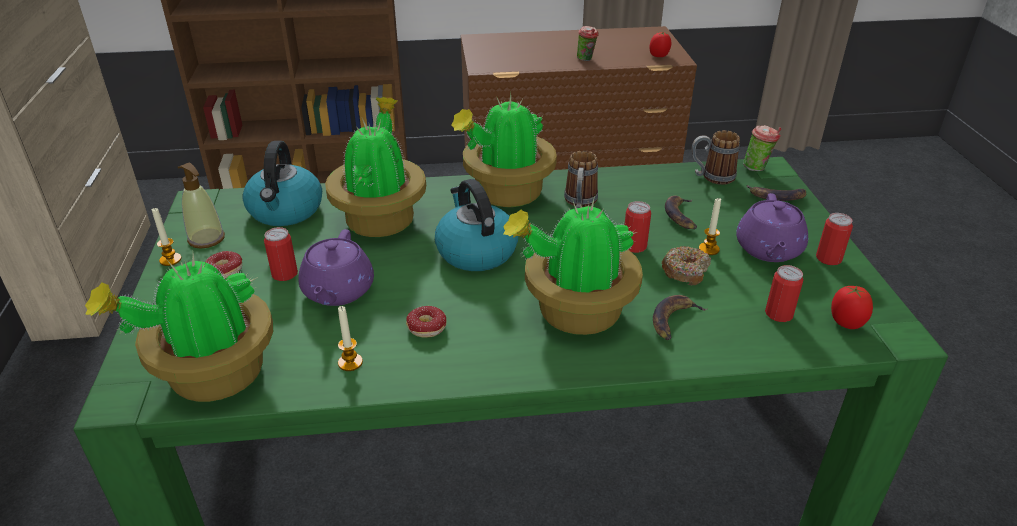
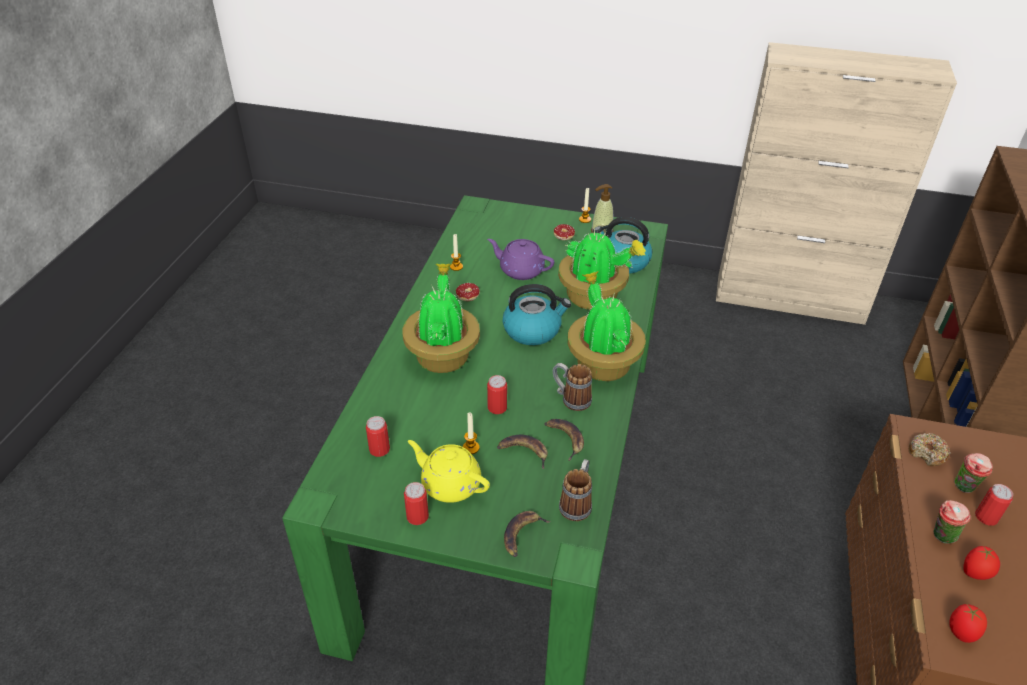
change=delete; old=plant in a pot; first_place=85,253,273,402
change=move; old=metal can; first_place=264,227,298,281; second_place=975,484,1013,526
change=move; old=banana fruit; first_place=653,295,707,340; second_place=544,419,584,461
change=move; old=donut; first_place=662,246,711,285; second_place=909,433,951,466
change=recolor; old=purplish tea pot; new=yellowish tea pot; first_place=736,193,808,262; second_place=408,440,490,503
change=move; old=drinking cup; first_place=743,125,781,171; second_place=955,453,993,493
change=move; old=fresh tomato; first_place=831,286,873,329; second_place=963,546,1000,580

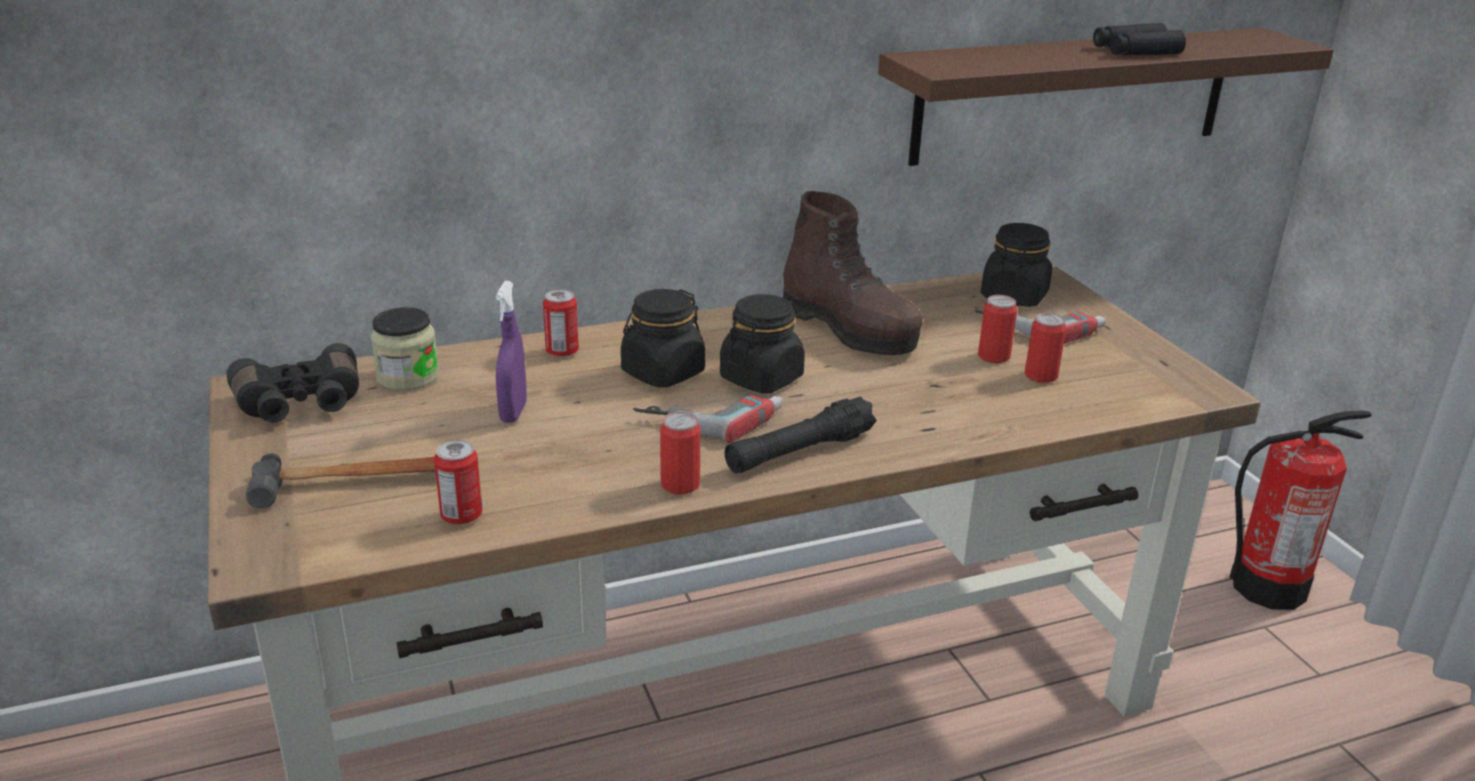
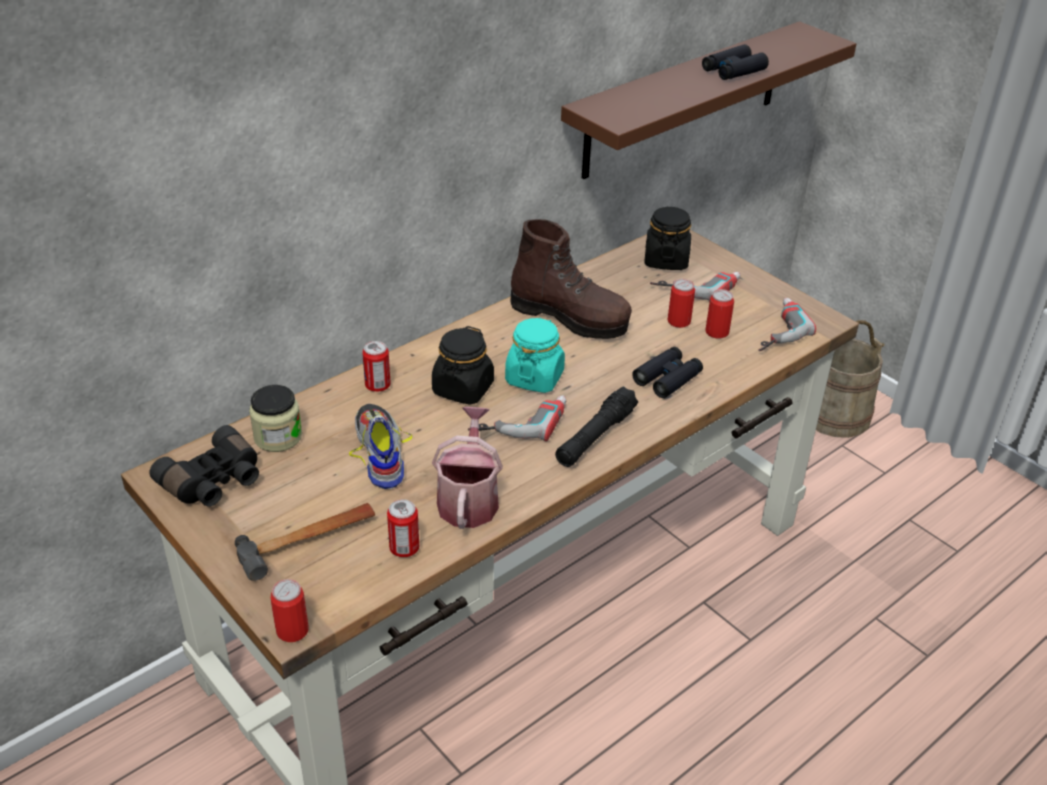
change=replace; old=purplish hand sprayer; new=low shoe; first_place=496,281,527,423; second_place=349,404,412,489
change=move; old=metal can; first_place=660,411,700,495; second_place=270,579,309,642
change=recolor; old=black preserve jar; new=turquoise-coloured preserve jar; first_place=720,294,805,393; second_place=505,318,565,393
change=replace; old=extinguisher; new=beige pail; first_place=1230,411,1372,610; second_place=816,320,884,438
change=insert; new=sprinkling can; second_place=432,407,503,529
change=insert; new=black binoculars; second_place=632,347,703,398
change=insert; new=power drill; second_place=758,298,816,351

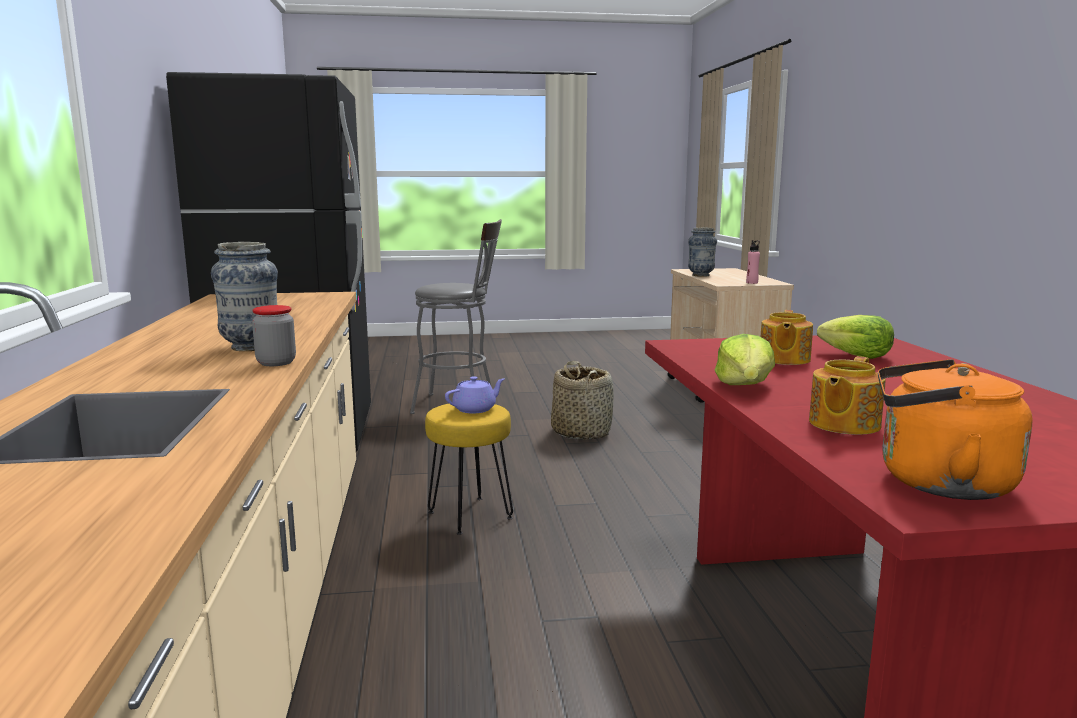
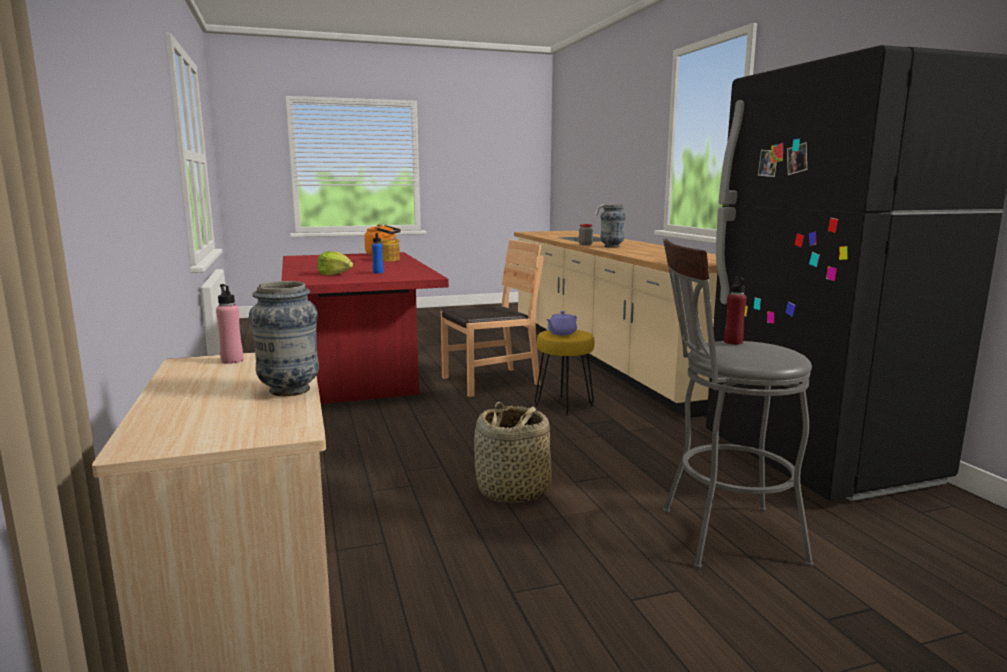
change=delete; old=lettuce; first_place=714,334,775,385
change=replace; old=tea pot; new=blue-coloured bottle; first_place=761,310,813,365; second_place=372,233,384,274
change=insert; new=brownish chair; second_place=440,239,543,397
change=insert; new=red-coloured bottle; second_place=724,276,747,345

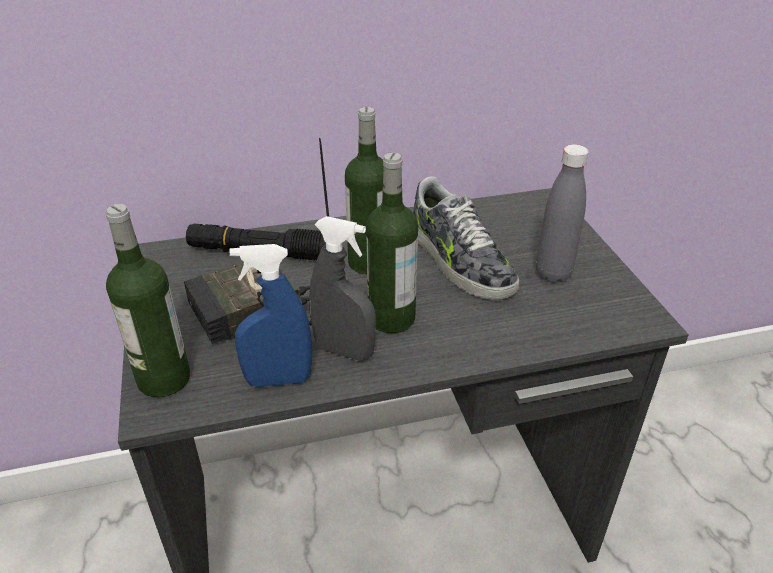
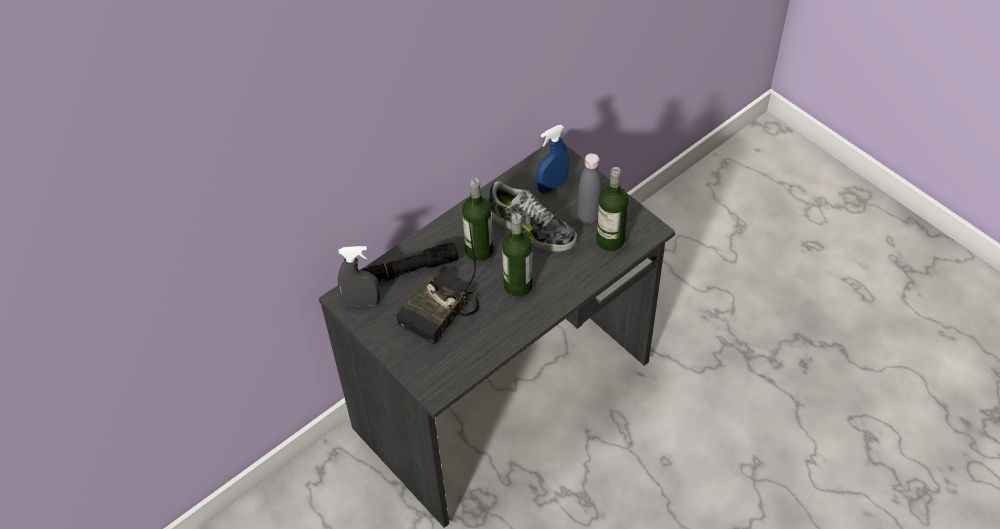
change=move; old=bottle; first_place=106,204,190,397; second_place=596,167,628,251
change=move; old=blue-coloured hand sprayer; first_place=230,244,312,387; second_place=537,125,569,193
change=move; old=gray hand sprayer; first_place=309,216,376,361; second_place=338,246,380,307

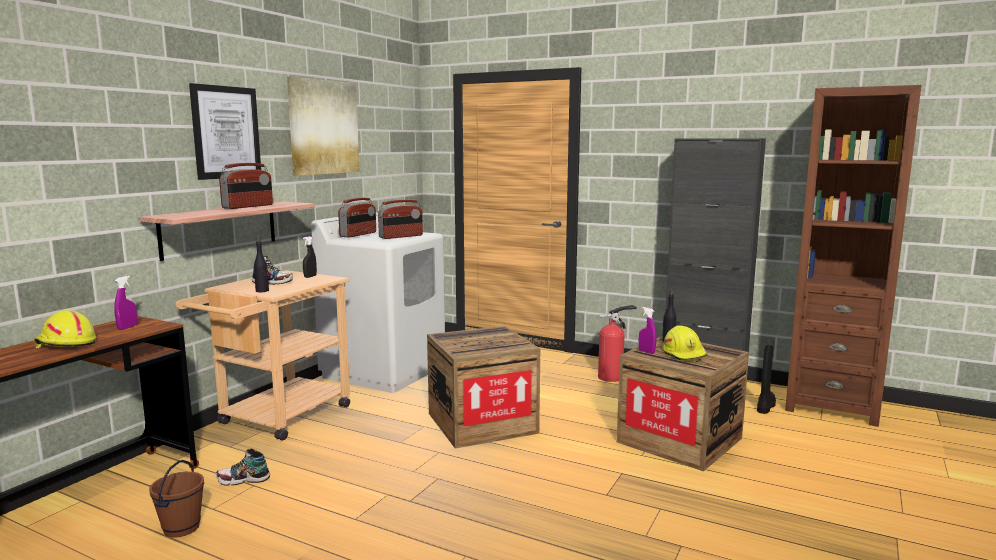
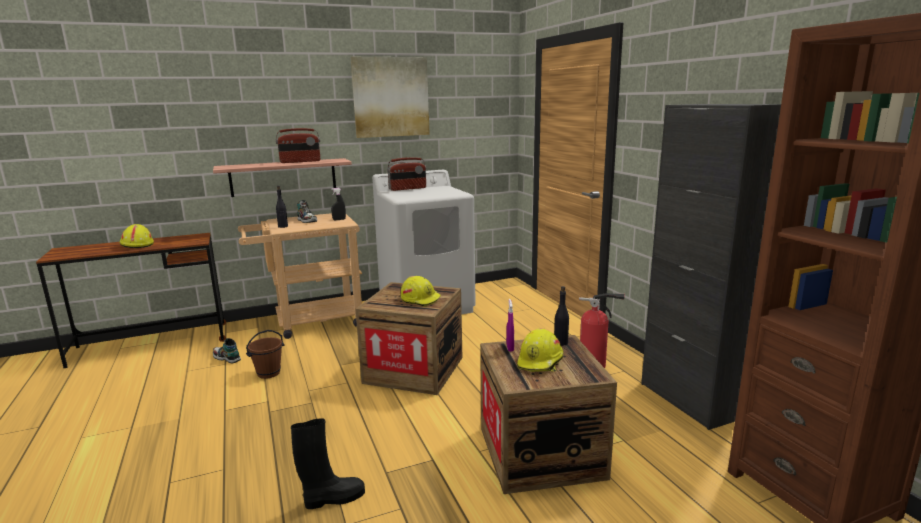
change=delete; old=purplish hand sprayer; first_place=114,276,137,330
change=move; old=brownish pail; first_place=149,460,204,537; second_place=246,330,285,379
change=delete; old=wall art; first_place=189,83,261,180
change=delete; old=radio; first_place=378,199,423,239
change=move; old=black high-top boot; first_place=757,345,776,414; second_place=291,418,365,509
change=insert; new=yellowish hard hat; second_place=401,276,441,306

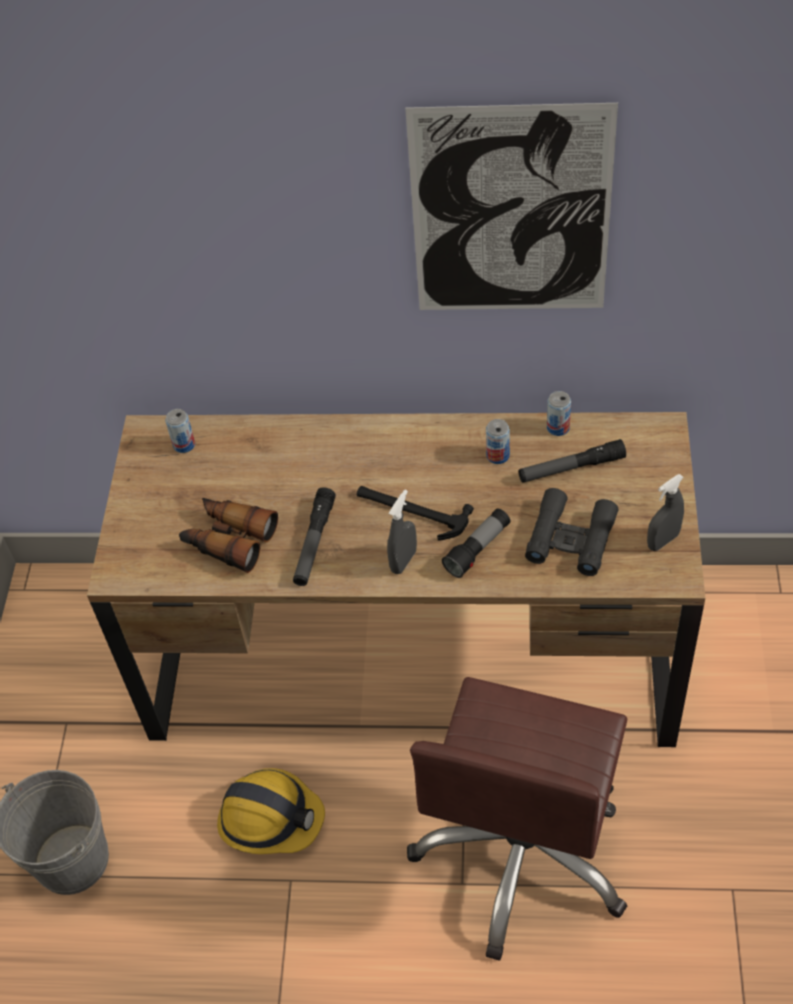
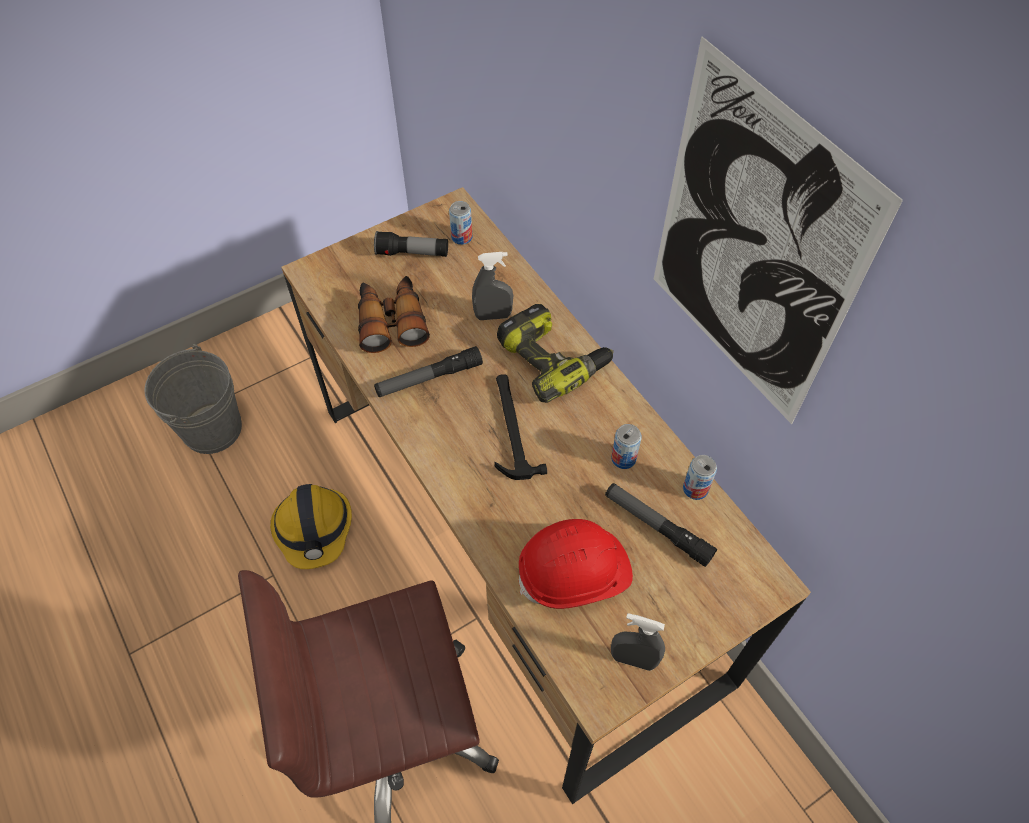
change=move; old=gray hand sprayer; first_place=387,490,417,574; second_place=472,252,513,320
change=move; old=flashlight; first_place=442,509,510,578; second_place=374,231,448,257
change=replace; old=black binoculars; new=red-coloured hard hat; first_place=525,488,618,576; second_place=519,519,633,609
change=insert; new=power drill; second_place=497,304,614,403

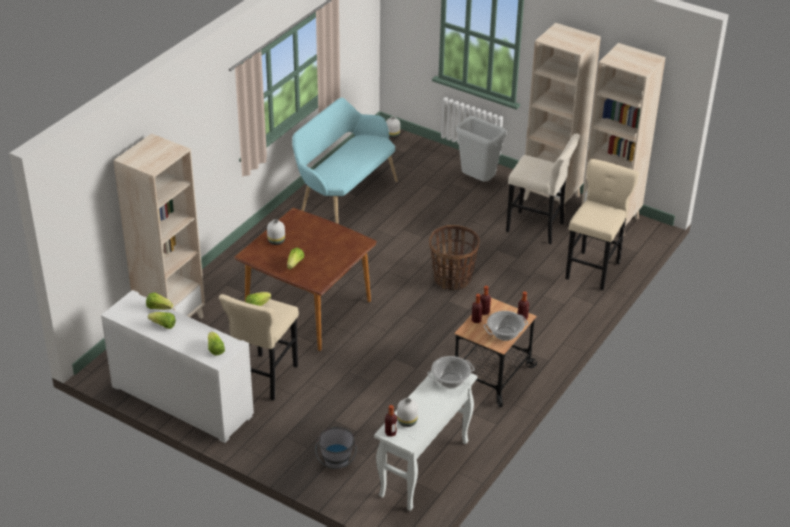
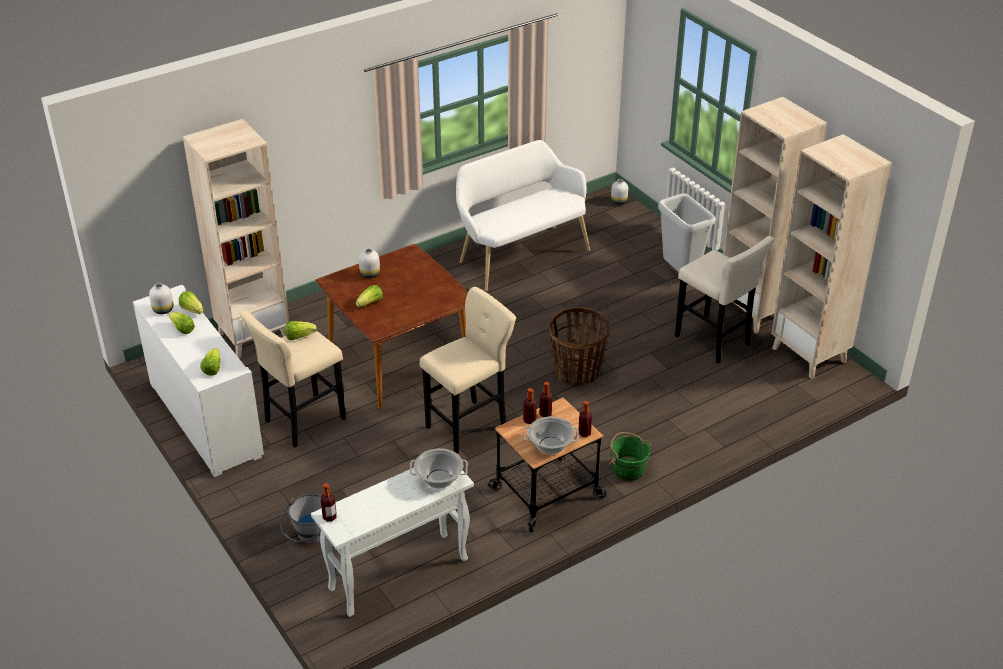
change=recolor; old=turquoise-coloured bench; new=white bench; first_place=292,98,398,224; second_place=456,140,590,291
change=move; old=white flower vase; first_place=397,398,418,427; second_place=149,283,173,314
change=move; old=beige sitting stool; first_place=566,159,639,290; second_place=420,287,516,454
change=insert; new=green pail; second_place=609,432,652,481

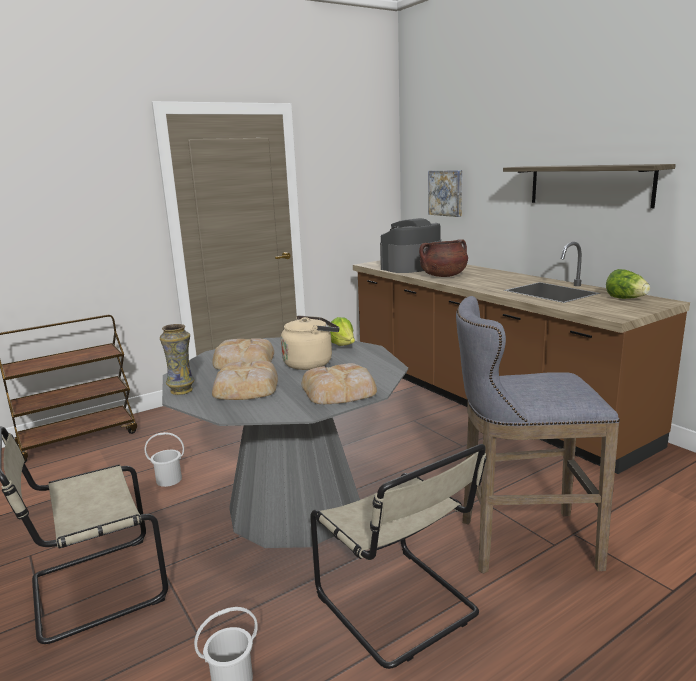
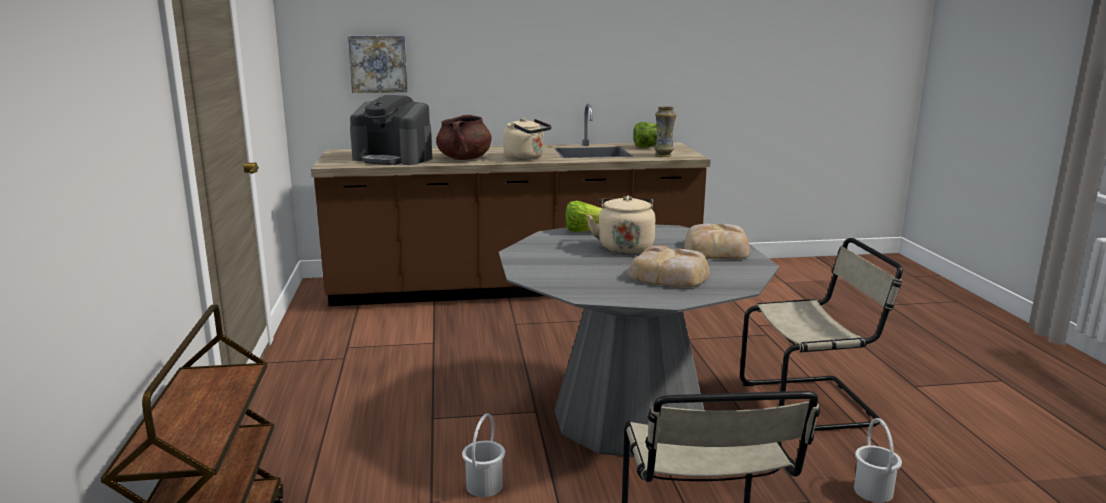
change=move; old=flower vase; first_place=160,324,194,395; second_place=654,106,677,157
change=delete; old=bakery bread; first_place=212,338,274,370
change=rotate; old=coffee machine; first_place=380,218,441,273; second_place=350,95,432,165; degrees=-60
change=delete; old=gray sitting stool; first_place=456,296,620,574
change=delete; old=shelf; first_place=503,164,676,208
change=insert; new=beige water kettle; second_place=503,118,552,160

